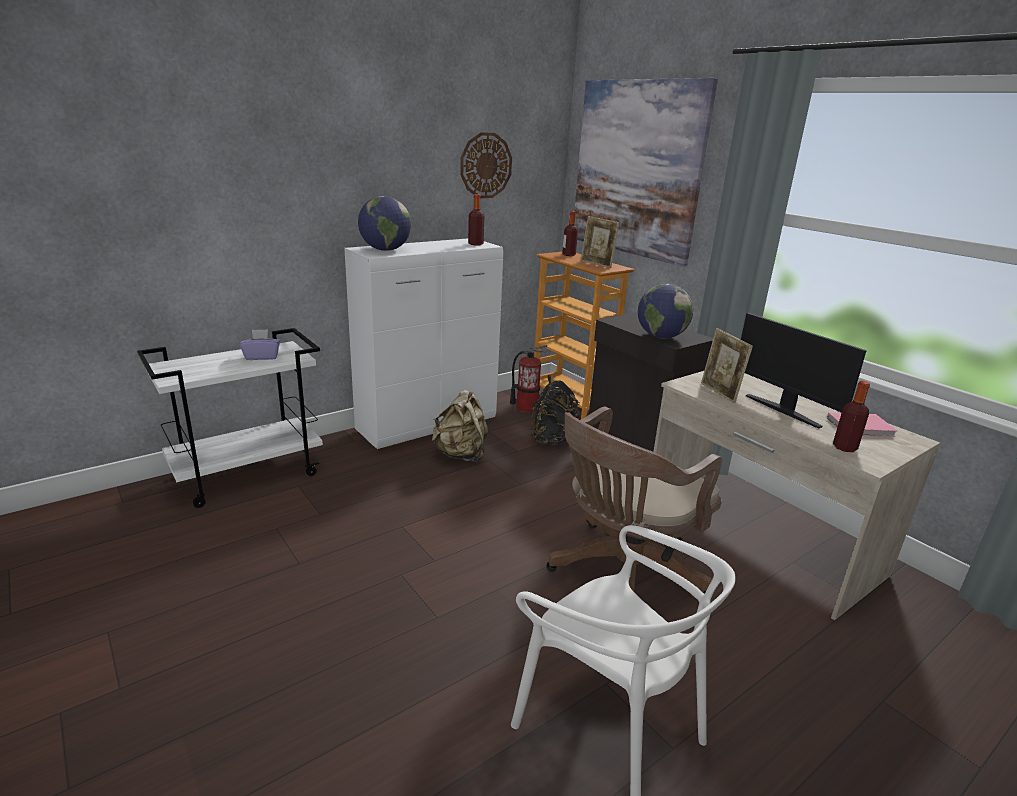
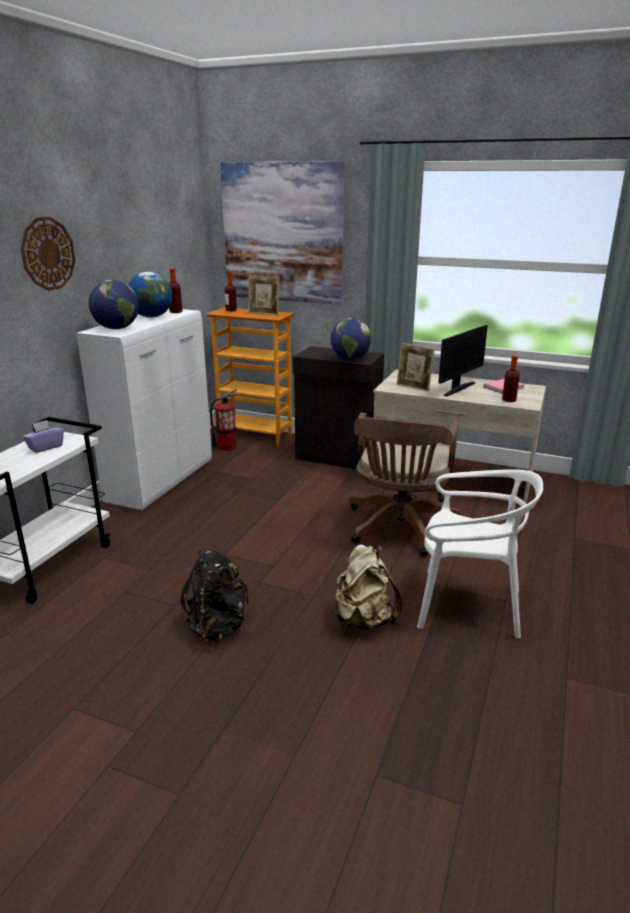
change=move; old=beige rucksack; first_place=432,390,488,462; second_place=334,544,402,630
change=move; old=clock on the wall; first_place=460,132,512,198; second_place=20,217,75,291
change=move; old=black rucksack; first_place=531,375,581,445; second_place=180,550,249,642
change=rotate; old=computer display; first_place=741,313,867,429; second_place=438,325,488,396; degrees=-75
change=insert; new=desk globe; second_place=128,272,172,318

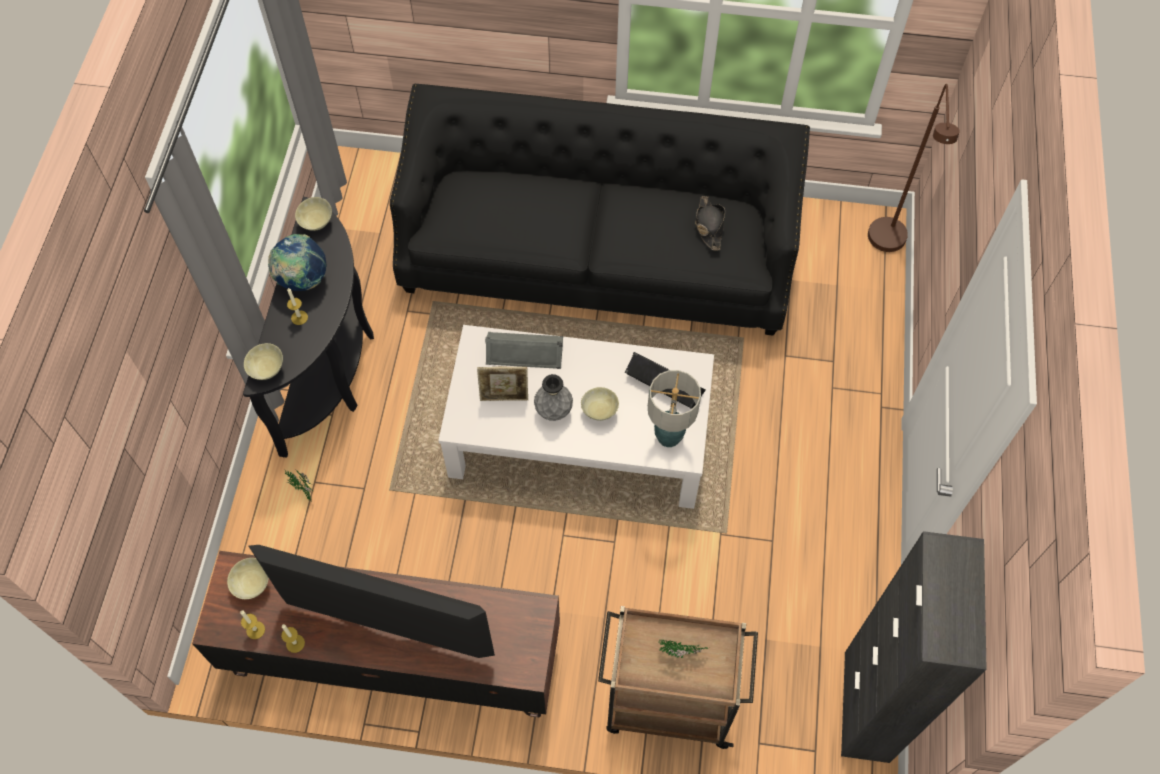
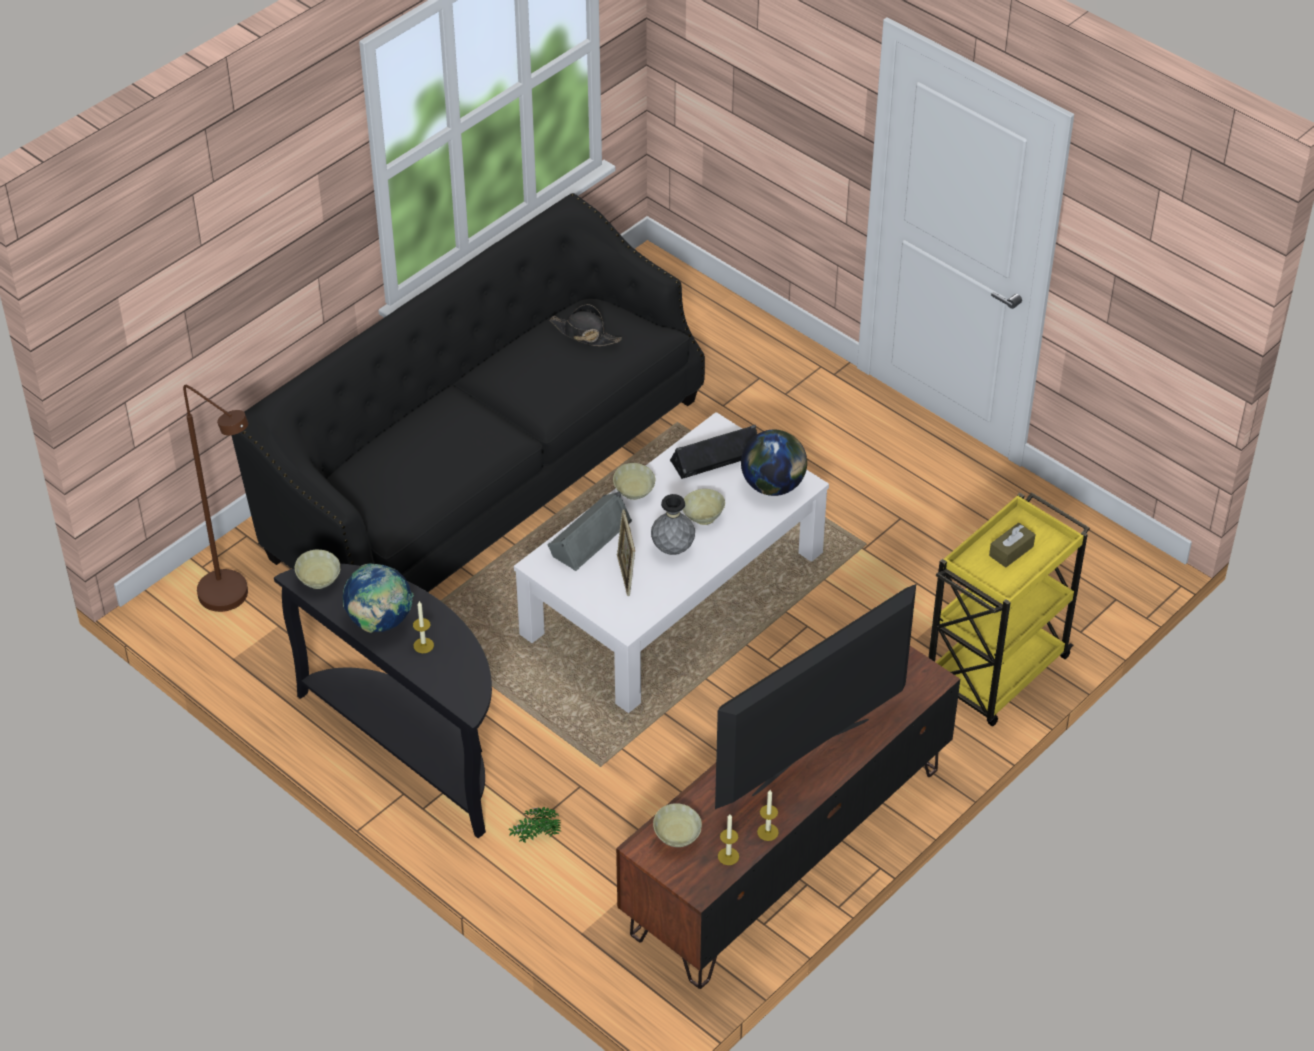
change=move; old=beige deep dish; first_place=244,343,283,380; second_place=613,463,655,500
change=rotate; old=photo frame; first_place=477,366,528,401; second_place=617,509,635,596; degrees=135
change=recolor; old=brownish trolley; new=yellowish trolley; first_place=598,606,758,749; second_place=928,492,1090,726
change=replace; old=lamp for a table; new=desk globe; first_place=648,370,701,447; second_place=741,430,807,496
change=replace; old=plant in a pot; new=brownish tissue box; first_place=658,639,710,658; second_place=989,523,1035,568
change=delete; old=black storage cabinet; first_place=841,531,987,763
change=move; old=brownish floor lamp; first_place=868,84,960,252; second_place=183,385,248,612

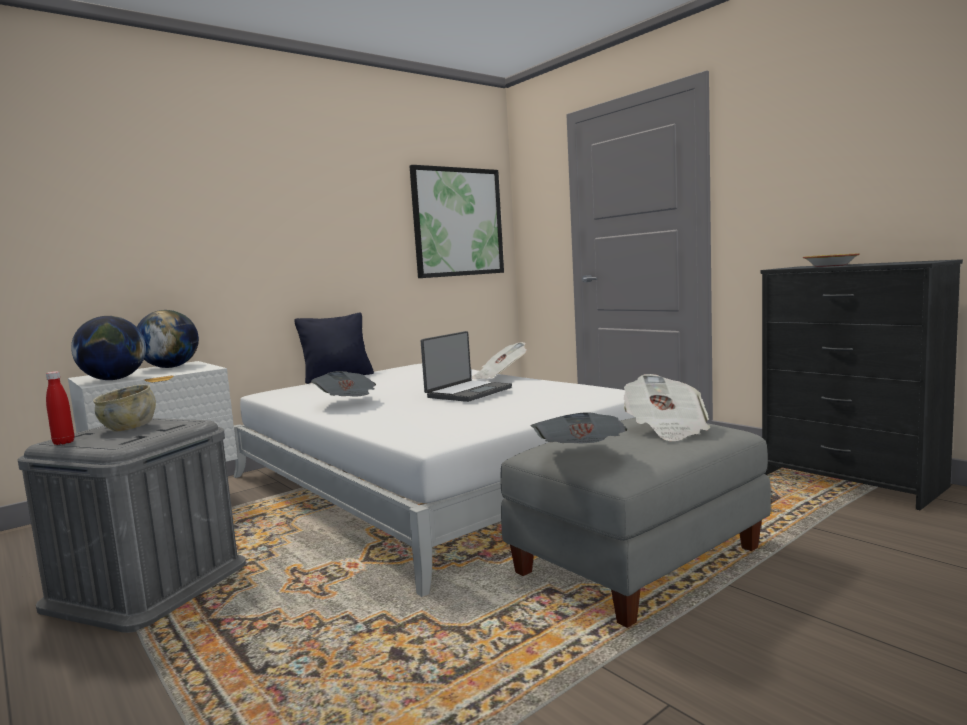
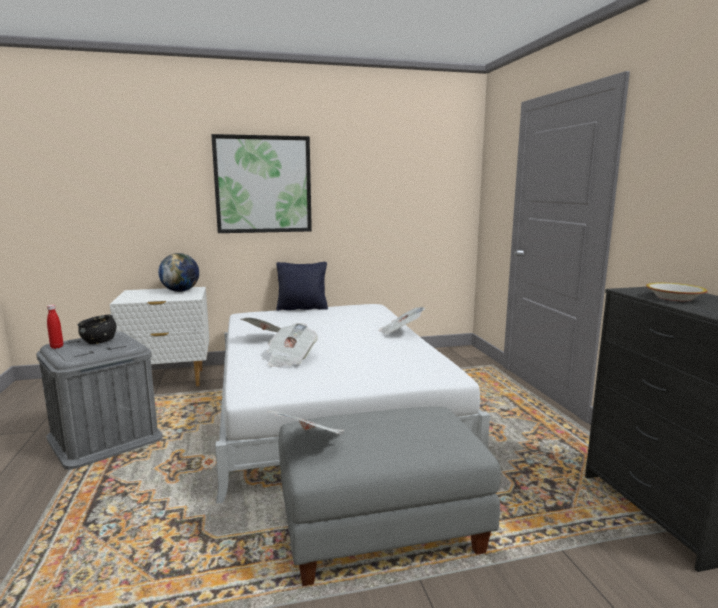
change=delete; old=desk globe; first_place=71,316,146,380
change=recolor; old=beige deep dish; new=black deep dish; first_place=93,384,156,432; second_place=78,315,116,344
change=move; old=wall art; first_place=410,165,504,278; second_place=211,134,312,233
change=delete; old=portable computer; first_place=421,331,512,402
change=move; old=daily paper; first_place=623,374,710,441; second_place=267,323,318,367

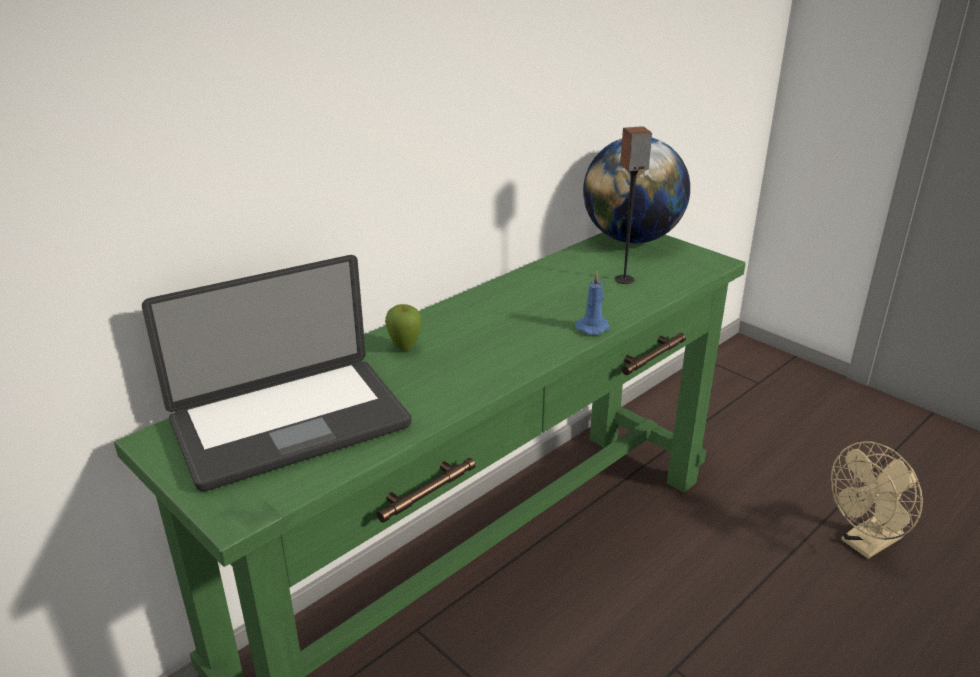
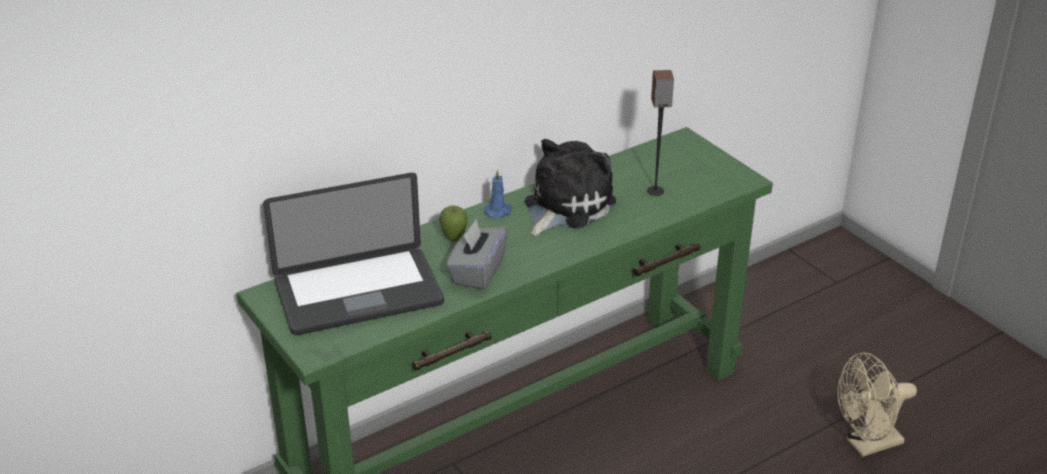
change=move; old=blue-coloured wax light; first_place=575,272,610,335; second_place=484,169,512,218
change=delete; old=desk globe; first_place=583,138,690,244
change=insert; new=gray tissue box; second_place=446,220,508,290
change=insert; new=cuddly toy; second_place=525,139,616,236

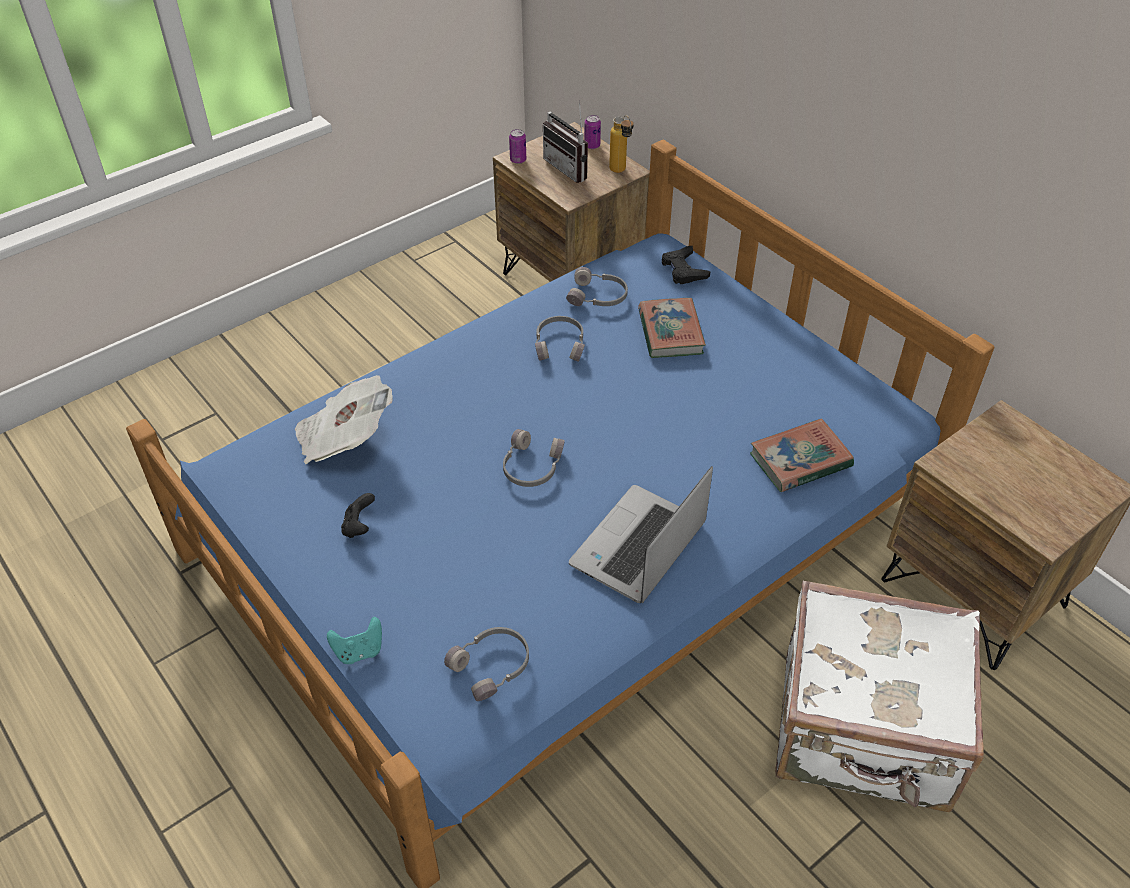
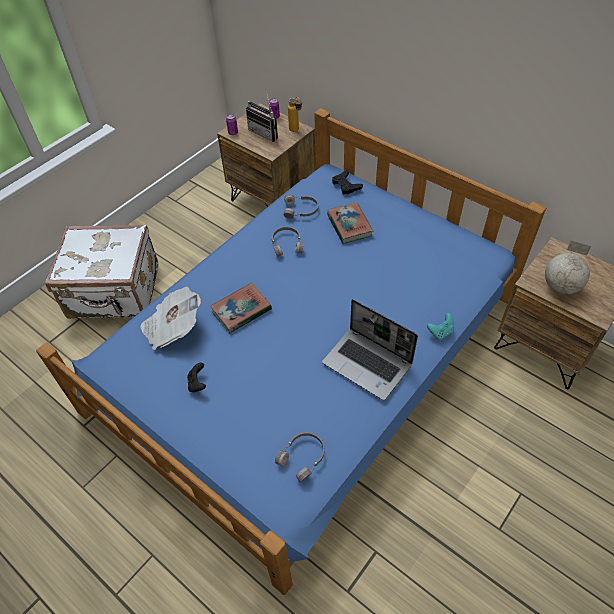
change=move; old=turquoise-coloured game controller; first_place=327,617,382,664; second_place=427,313,454,339
change=delete; old=gray headphones; first_place=503,429,565,487
change=rotate; old=portable computer; first_place=569,466,713,603; second_place=322,299,418,400; degrees=-75
change=move; old=book; first_place=750,418,854,492; second_place=210,283,272,333
change=move; old=white travel case; first_place=775,581,984,812; second_place=45,224,158,319
change=insert; new=desk globe; second_place=545,240,592,294

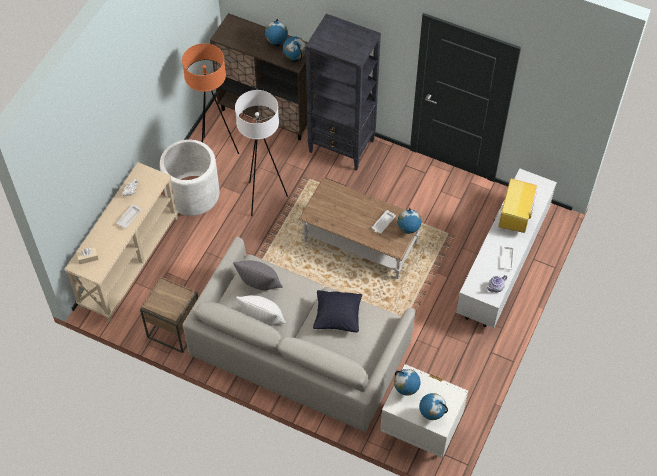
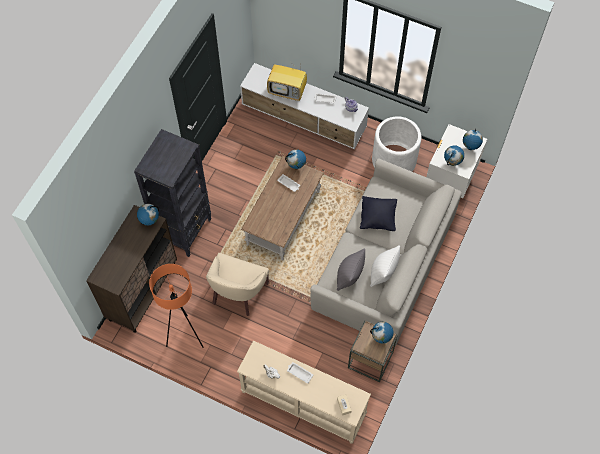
change=move; old=white planter; first_place=160,139,220,216; second_place=372,116,421,171
change=replace; old=white floor lamp; new=beige lounge chair; first_place=235,90,288,216; second_place=206,253,269,316
change=move; old=desk globe; first_place=265,19,288,47; second_place=370,322,394,344

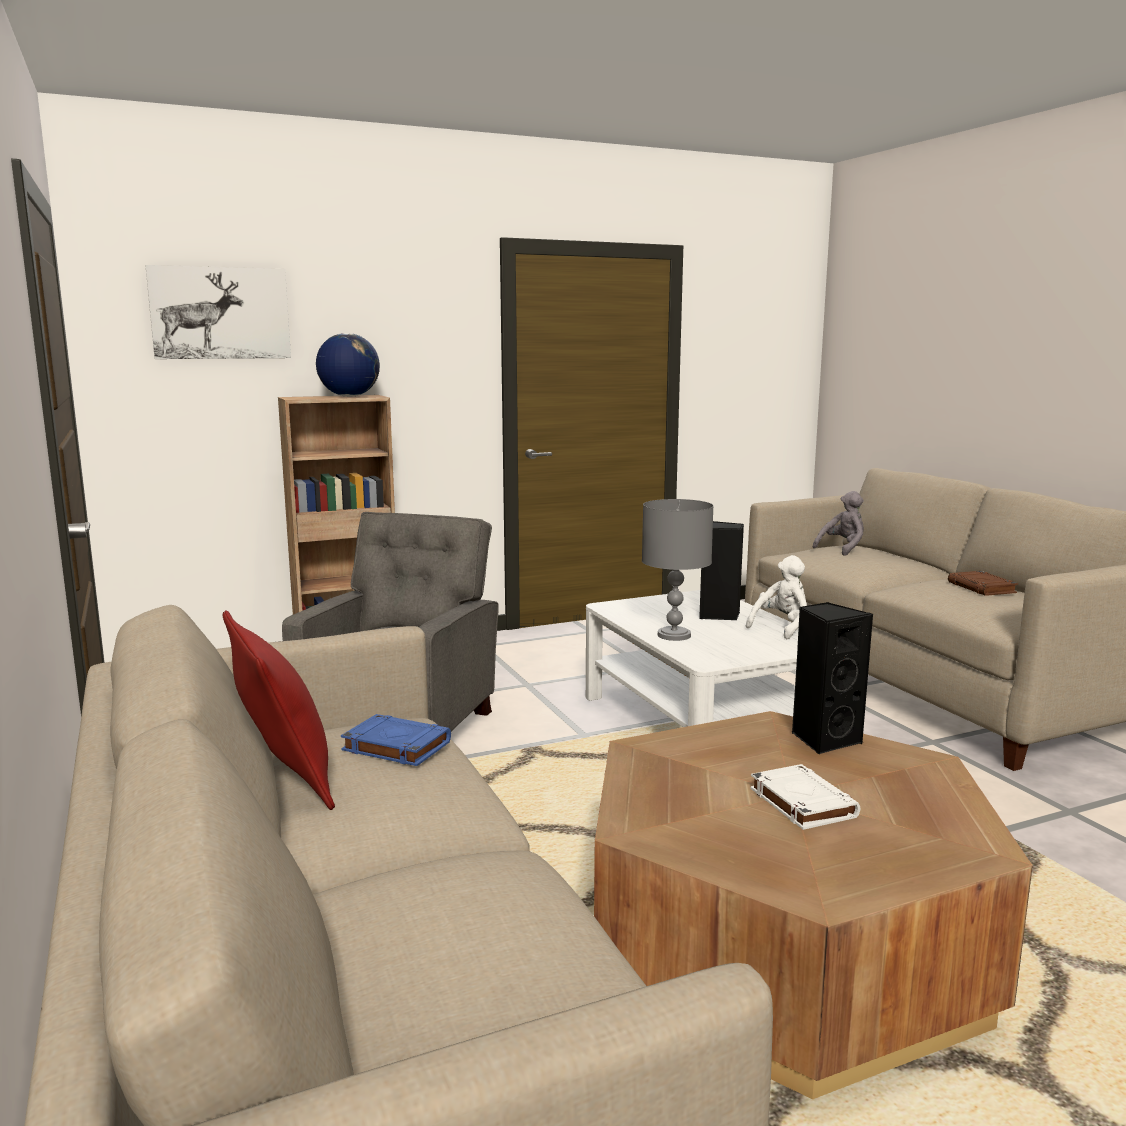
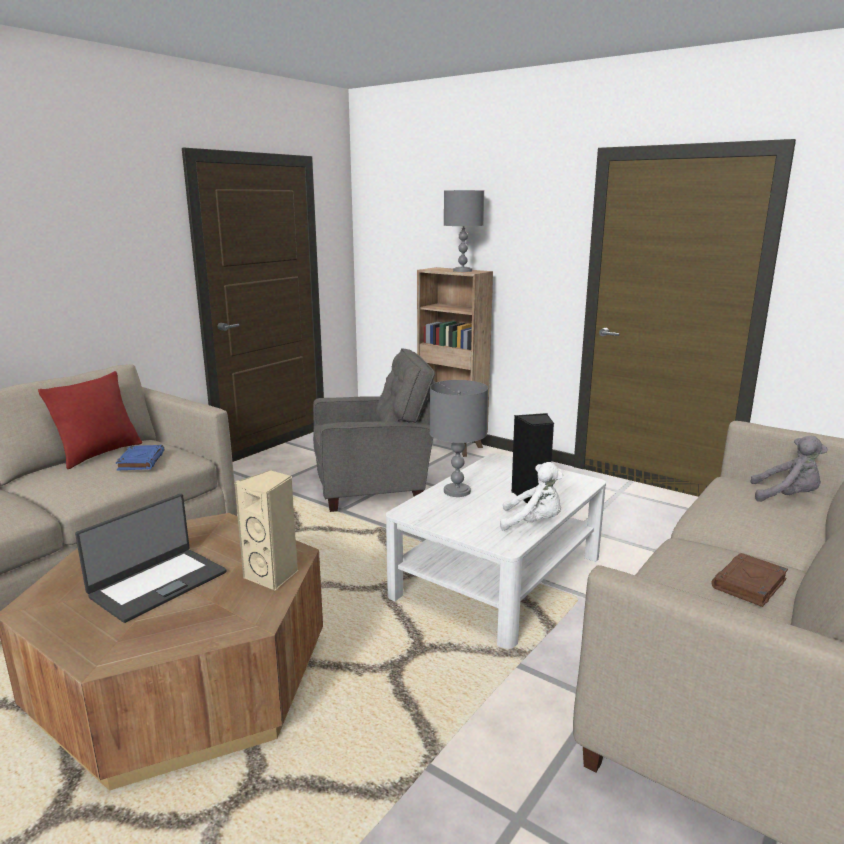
change=delete; old=wall art; first_place=146,265,291,359
change=replace; old=desk globe; new=gray lamp for a table; first_place=316,333,380,397; second_place=444,190,484,272
change=replace; old=white book; new=portable computer; first_place=750,764,860,830; second_place=75,494,226,623
change=recolor; old=black speaker; new=beige speaker; first_place=792,602,873,755; second_place=234,470,298,591

